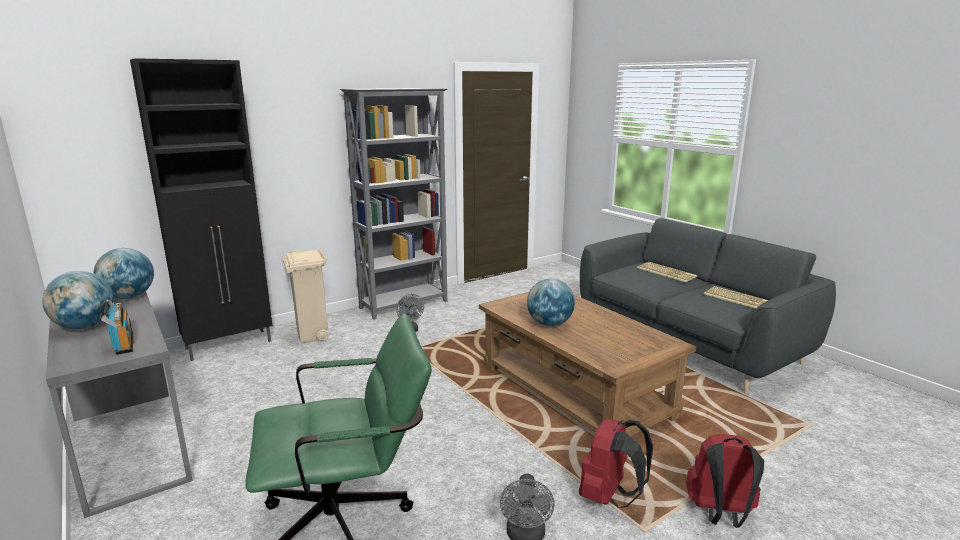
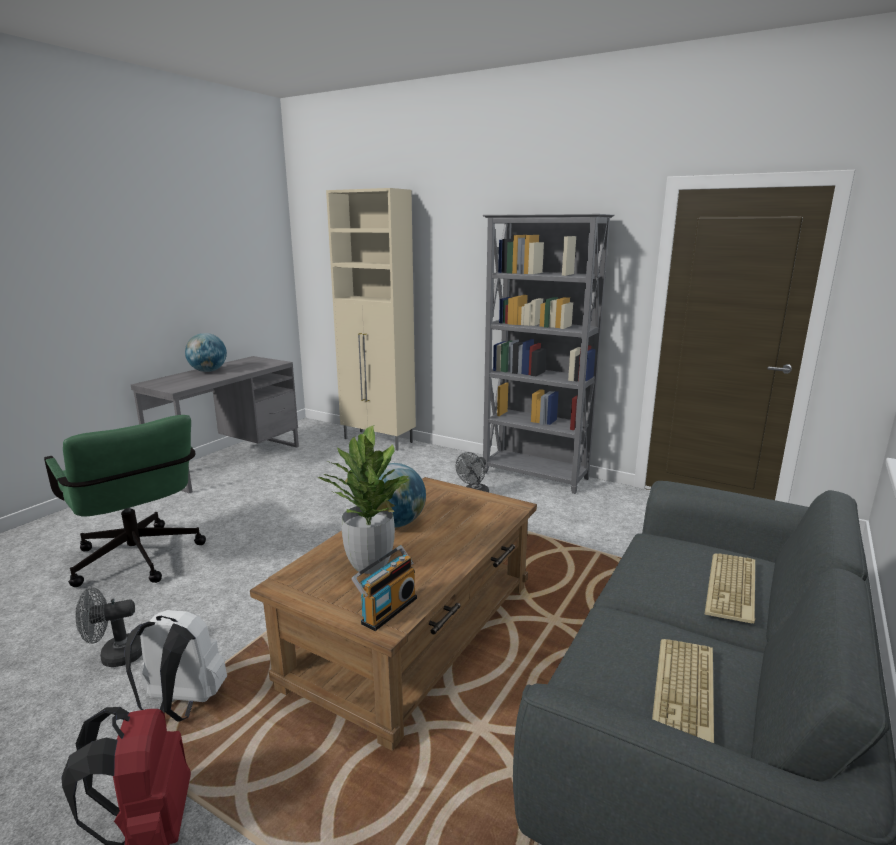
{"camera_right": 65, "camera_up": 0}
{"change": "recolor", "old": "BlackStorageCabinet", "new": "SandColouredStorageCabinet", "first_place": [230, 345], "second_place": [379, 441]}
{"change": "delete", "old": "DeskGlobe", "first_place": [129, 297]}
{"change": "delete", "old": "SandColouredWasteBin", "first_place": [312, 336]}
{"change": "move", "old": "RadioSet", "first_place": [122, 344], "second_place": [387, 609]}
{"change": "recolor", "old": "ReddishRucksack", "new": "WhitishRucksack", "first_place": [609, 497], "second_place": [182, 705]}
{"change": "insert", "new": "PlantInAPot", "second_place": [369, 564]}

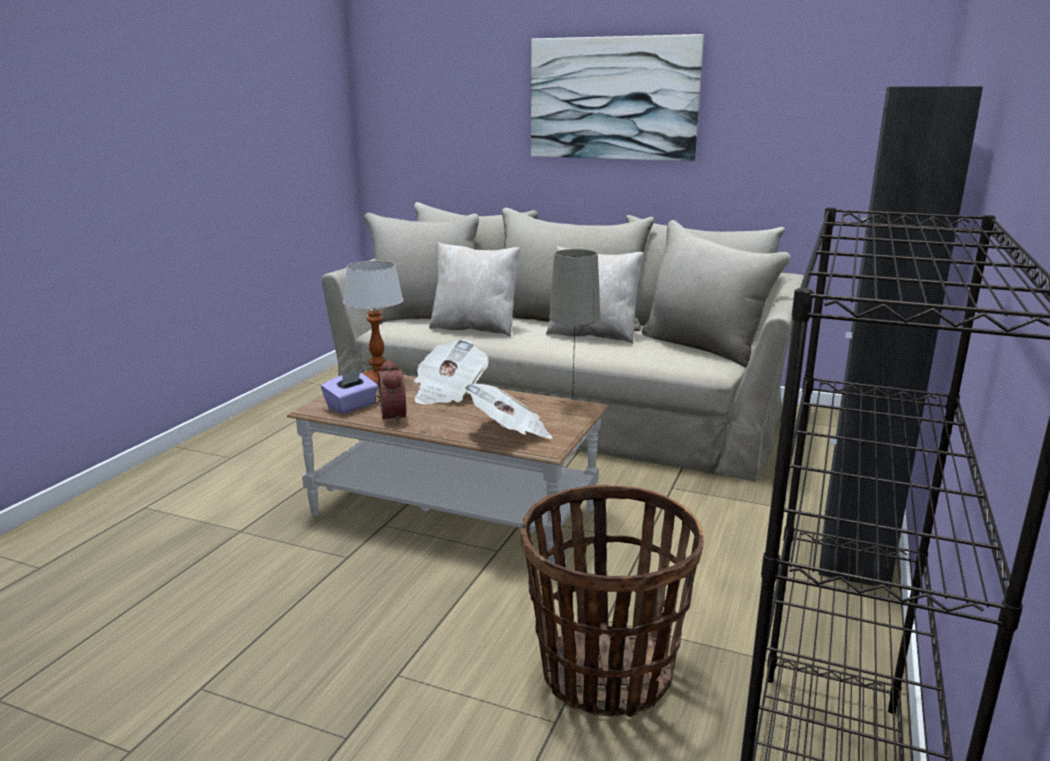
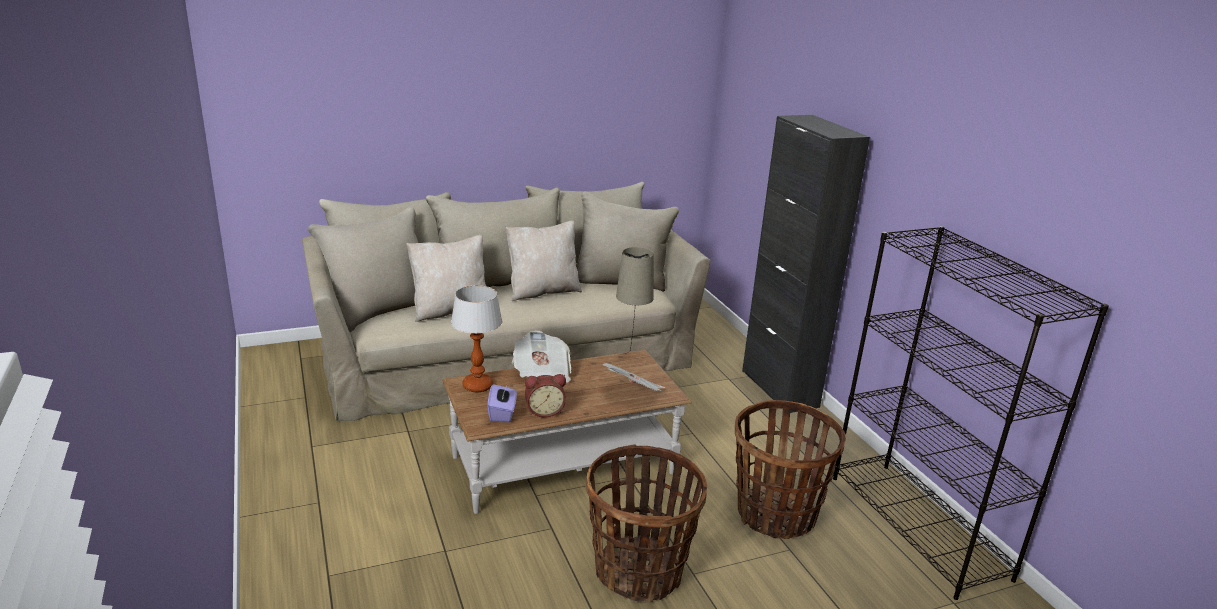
{"camera_right": -45, "camera_up": 5}
{"change": "delete", "old": "Picture", "first_place": [613, 98]}
{"change": "rotate", "old": "TableClock", "first_place": [390, 417], "second_place": [544, 411], "degrees": 135}
{"change": "insert", "new": "Basket", "second_place": [639, 571]}

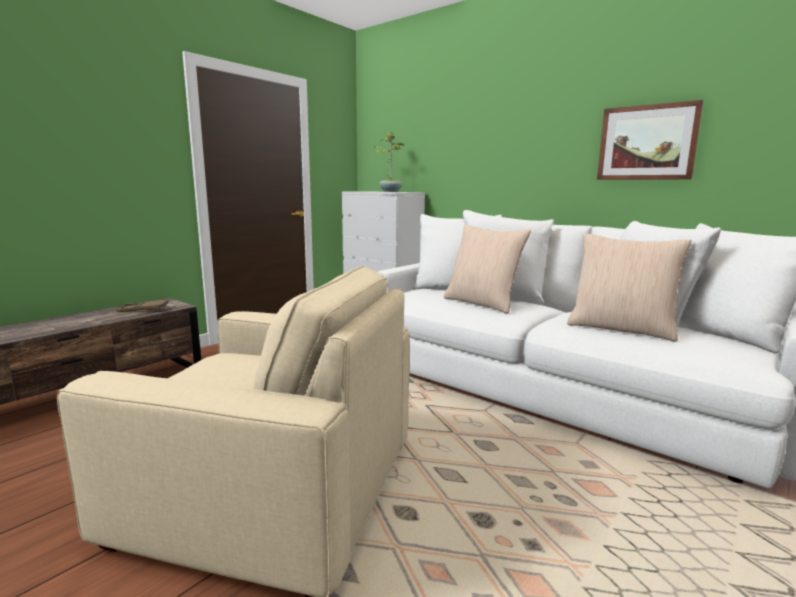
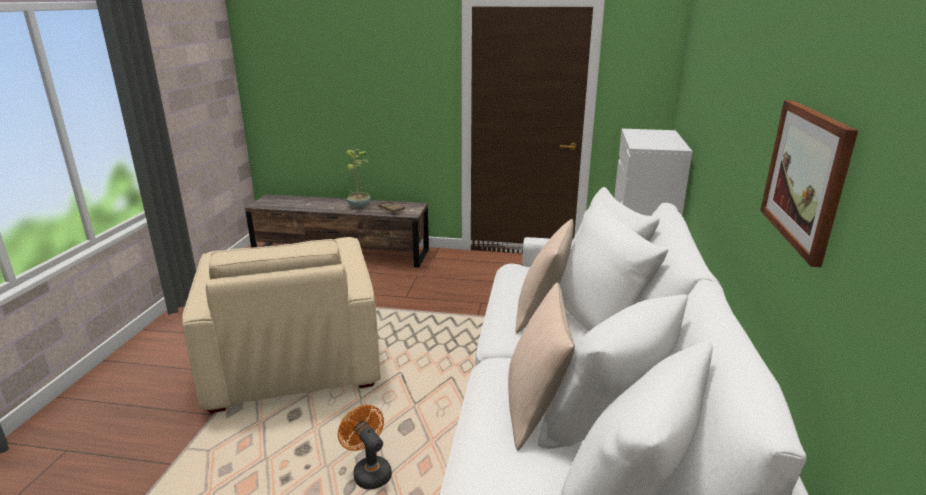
{"camera_right": 60, "camera_up": 10}
{"change": "move", "old": "PlantInAPot", "first_place": [390, 191], "second_place": [360, 206]}
{"change": "insert", "new": "OrangeColouredCoolingFan", "second_place": [369, 471]}

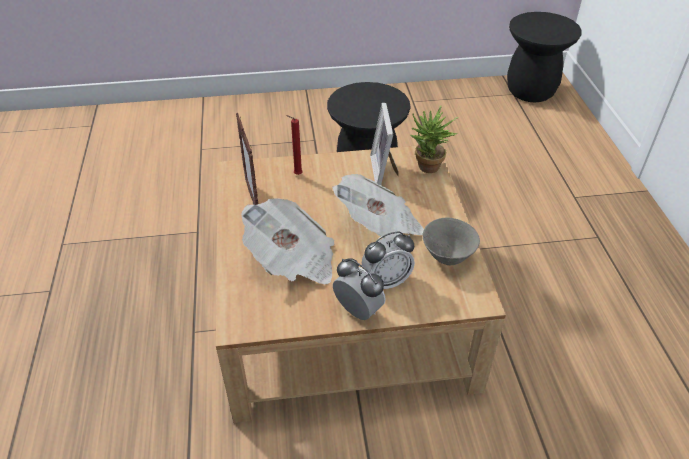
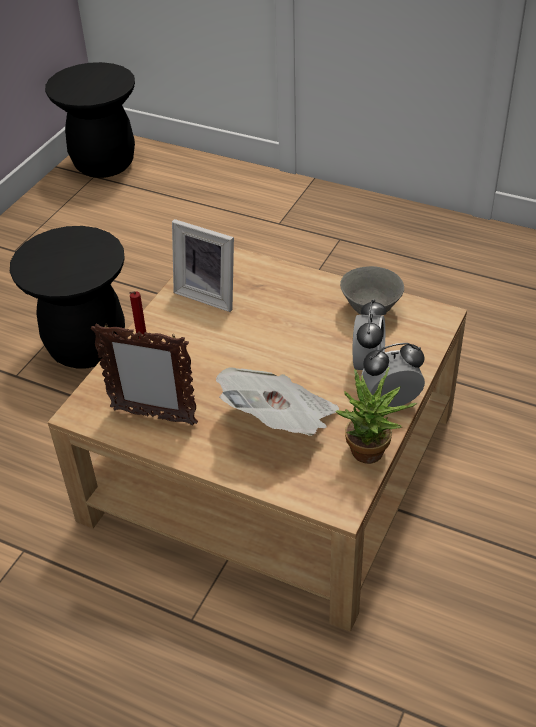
{"camera_right": -55, "camera_up": 0}
{"change": "move", "old": "PlantInAPot", "first_place": [427, 169], "second_place": [371, 456]}
{"change": "delete", "old": "PrintedPaper", "first_place": [379, 226]}

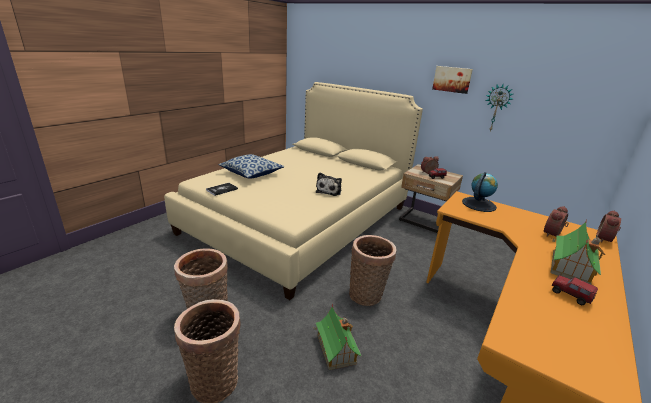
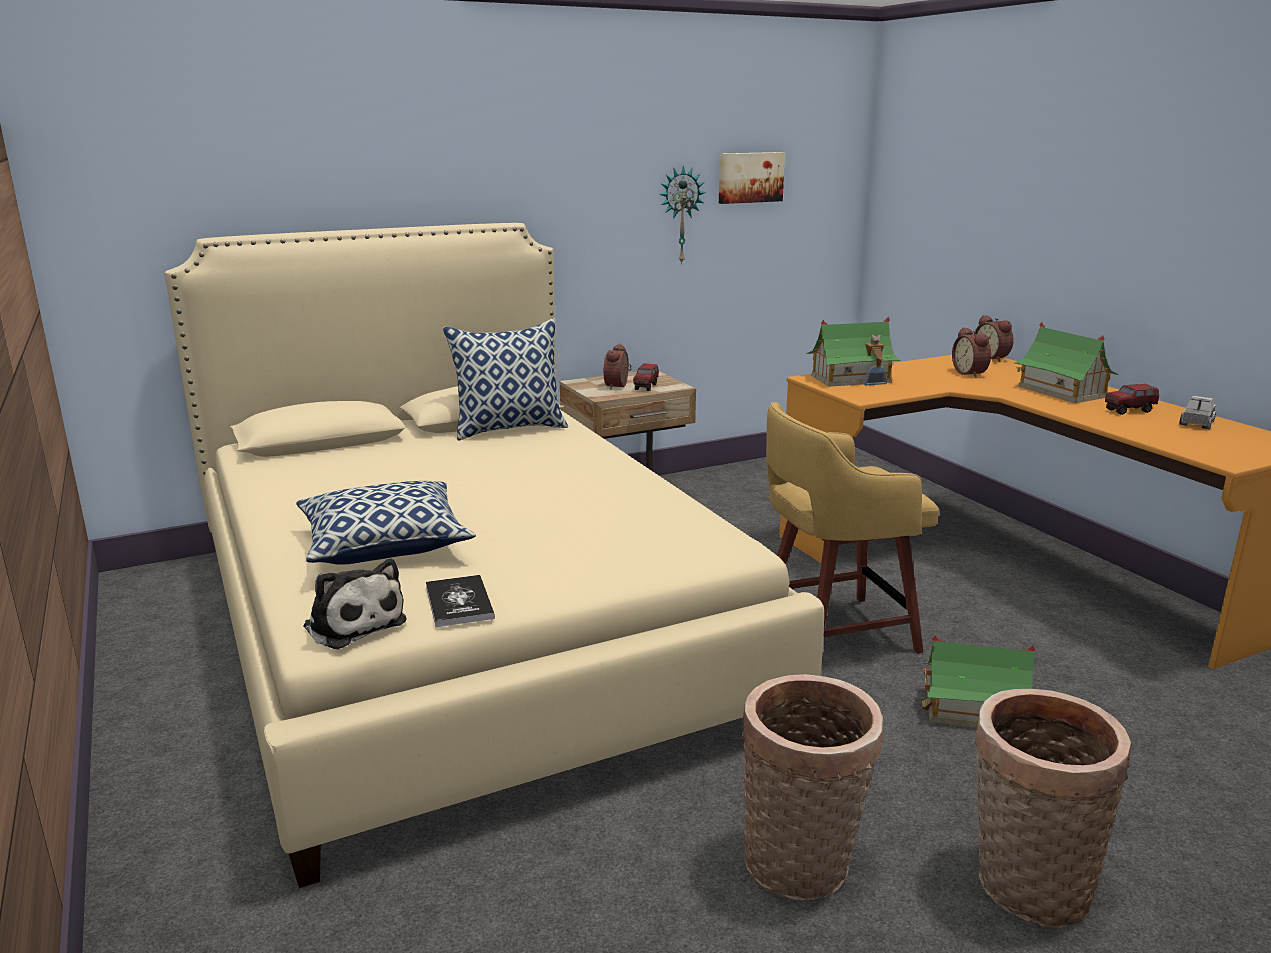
{"camera_right": -60, "camera_up": -5}
{"change": "move", "old": "Picture", "first_place": [452, 79], "second_place": [750, 177]}
{"change": "replace", "old": "DeskGlobe", "new": "MiniatureHouse", "first_place": [478, 204], "second_place": [851, 379]}
{"change": "move", "old": "PlushToy", "first_place": [329, 191], "second_place": [353, 623]}
{"change": "replace", "old": "Basket", "new": "YellowStool", "first_place": [367, 294], "second_place": [832, 633]}
{"change": "insert", "new": "Pillow", "second_place": [509, 429]}
{"change": "insert", "new": "ToyLorry", "second_place": [1196, 423]}

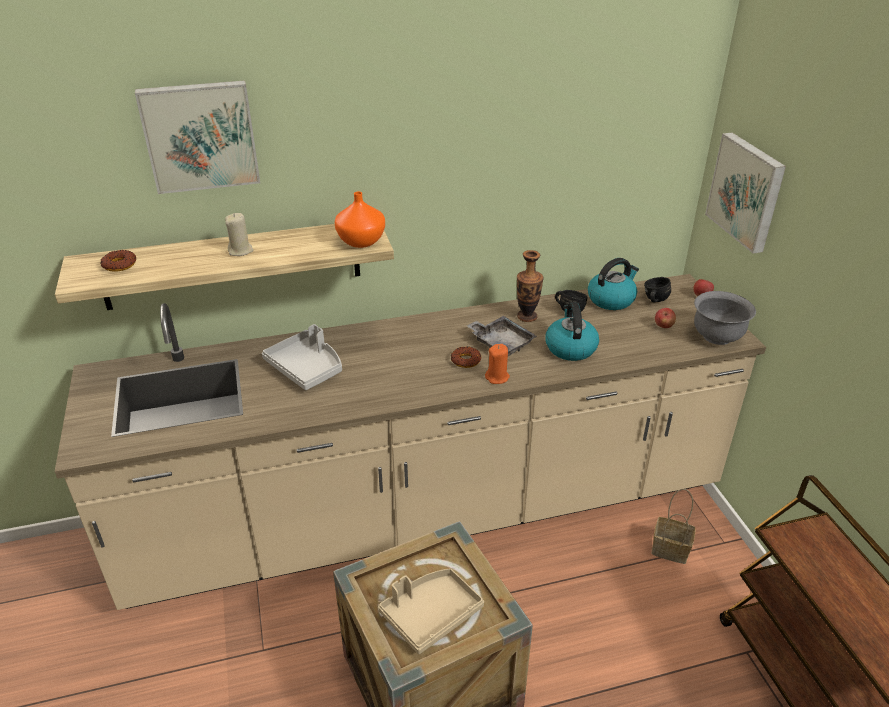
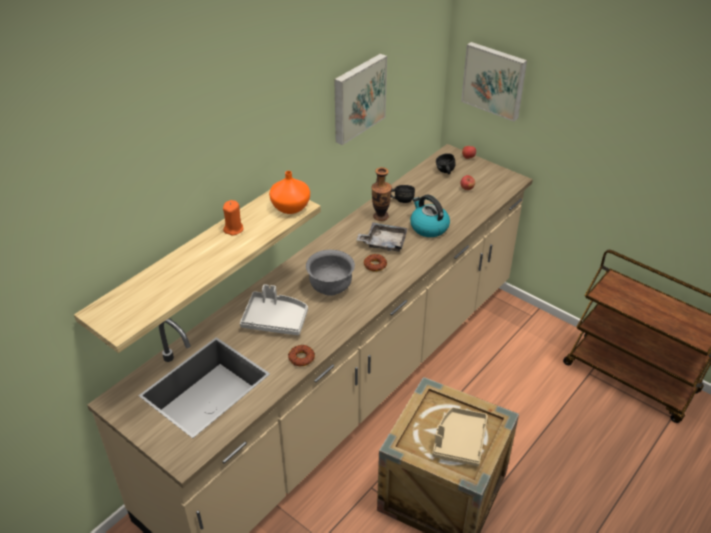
{"camera_right": -35, "camera_up": 5}
{"change": "move", "old": "Picture", "first_place": [200, 136], "second_place": [357, 98]}
{"change": "delete", "old": "SandColouredWaxLight", "first_place": [240, 251]}
{"change": "move", "old": "Donut", "first_place": [119, 265], "second_place": [301, 358]}
{"change": "delete", "old": "TeaKettle", "first_place": [611, 299]}
{"change": "move", "old": "GrayBowl", "first_place": [717, 337], "second_place": [331, 287]}
{"change": "move", "old": "OrangeColouredWaxLight", "first_place": [497, 377], "second_place": [233, 229]}
{"change": "delete", "old": "Basket", "first_place": [671, 549]}

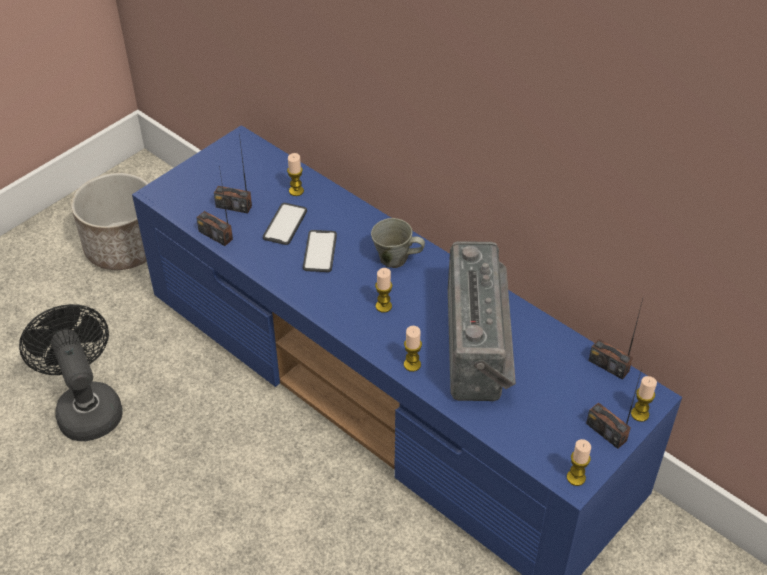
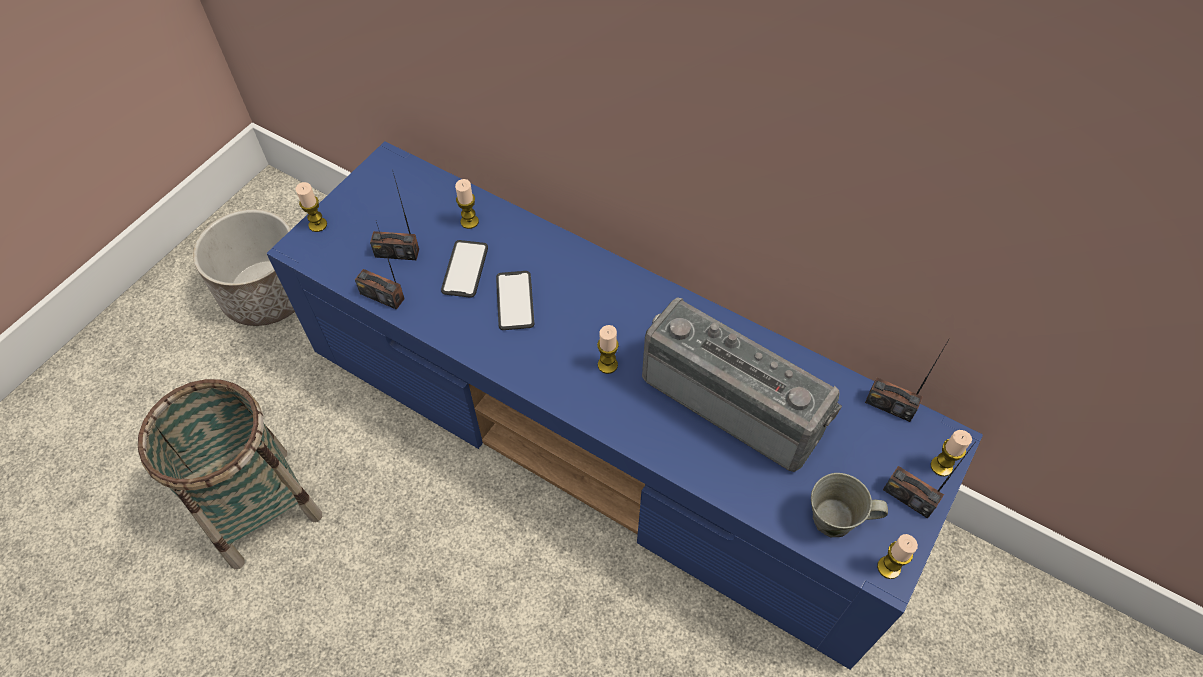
{"camera_right": -10, "camera_up": 10}
{"change": "move", "old": "GrayMug", "first_place": [395, 259], "second_place": [835, 520]}
{"change": "rotate", "old": "RadioSet", "first_place": [481, 344], "second_place": [735, 400], "degrees": -45}
{"change": "replace", "old": "BlackCoolingFan", "new": "Basket", "first_place": [86, 407], "second_place": [260, 507]}
{"change": "move", "old": "WaxLight", "first_place": [412, 364], "second_place": [318, 225]}

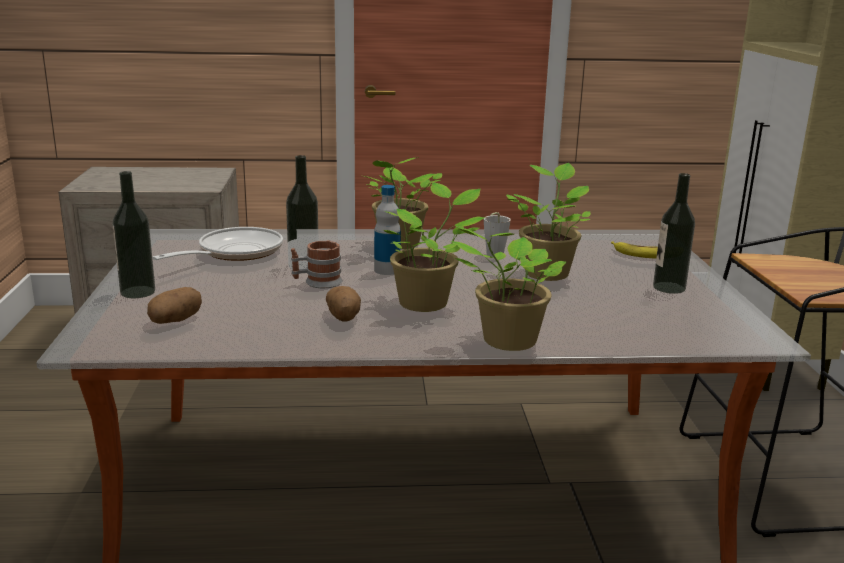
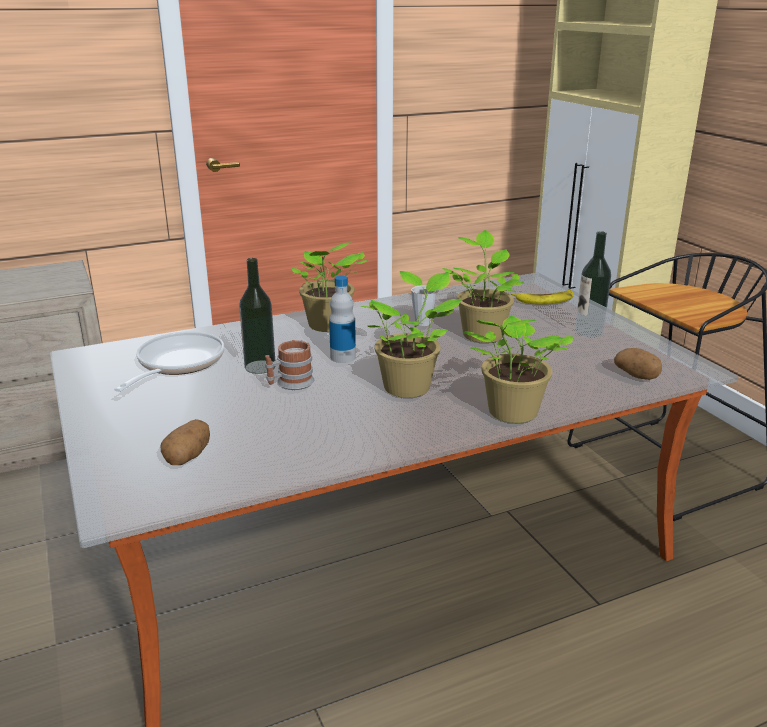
{"camera_right": -20, "camera_up": 5}
{"change": "delete", "old": "BeverageBottle", "first_place": [137, 292]}
{"change": "move", "old": "WholePotato", "first_place": [344, 318], "second_place": [637, 376]}

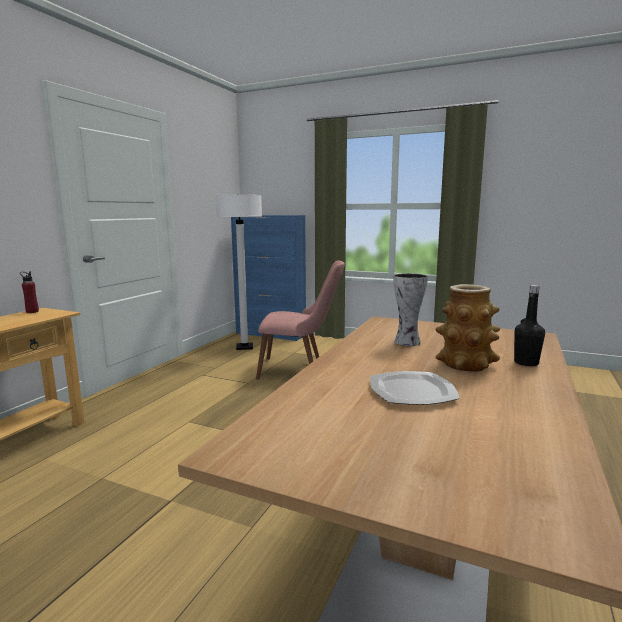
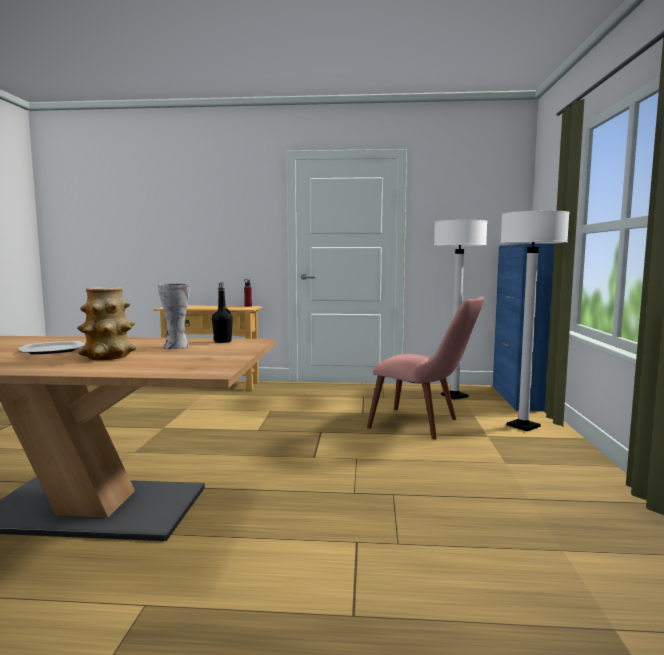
{"camera_right": 70, "camera_up": -5}
{"change": "rotate", "old": "PinkChair", "first_place": [300, 369], "second_place": [425, 425], "degrees": -45}
{"change": "move", "old": "BlackBeverageBottle", "first_place": [526, 363], "second_place": [223, 341]}
{"change": "insert", "new": "WhitishStandardLamp", "second_place": [523, 426]}

